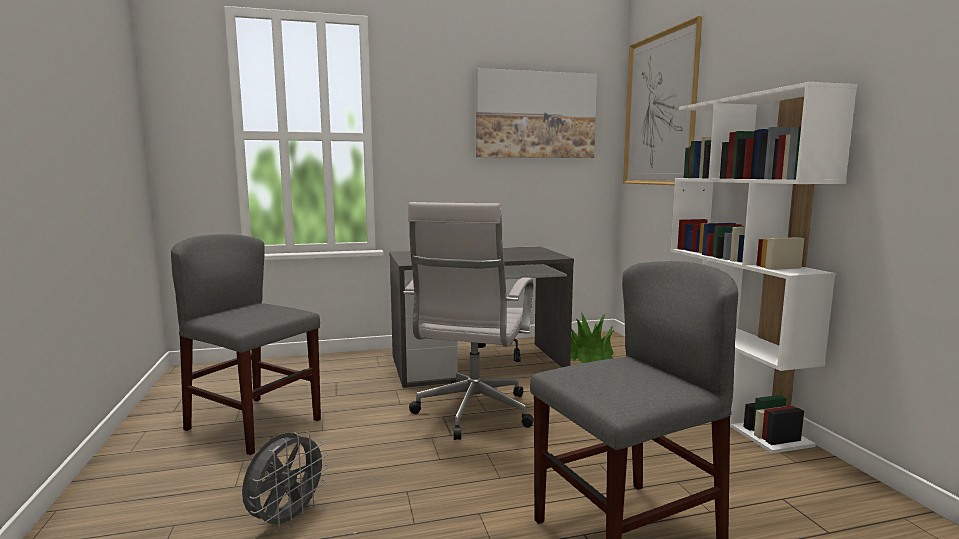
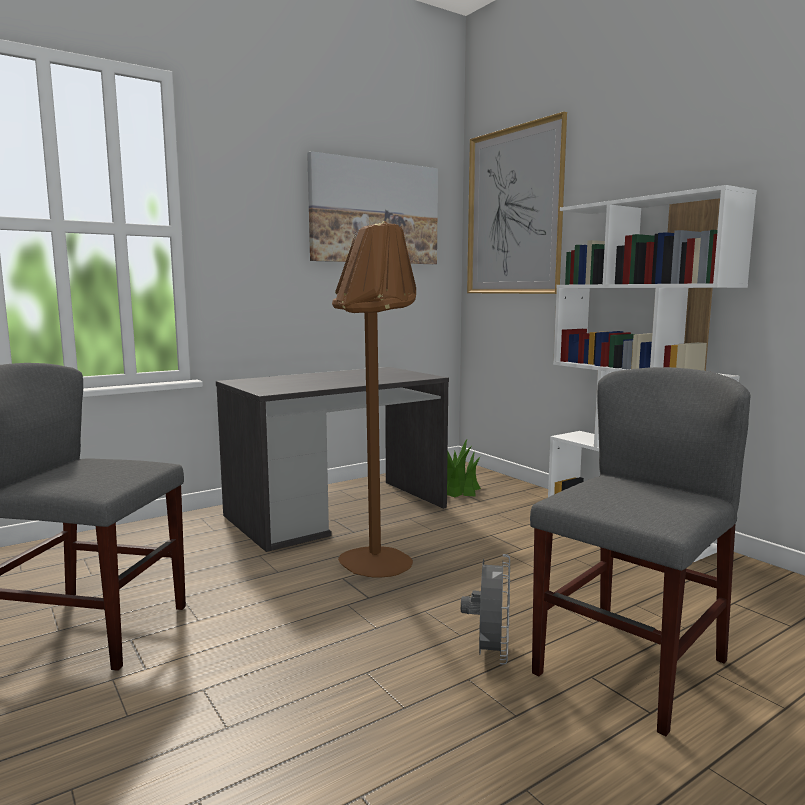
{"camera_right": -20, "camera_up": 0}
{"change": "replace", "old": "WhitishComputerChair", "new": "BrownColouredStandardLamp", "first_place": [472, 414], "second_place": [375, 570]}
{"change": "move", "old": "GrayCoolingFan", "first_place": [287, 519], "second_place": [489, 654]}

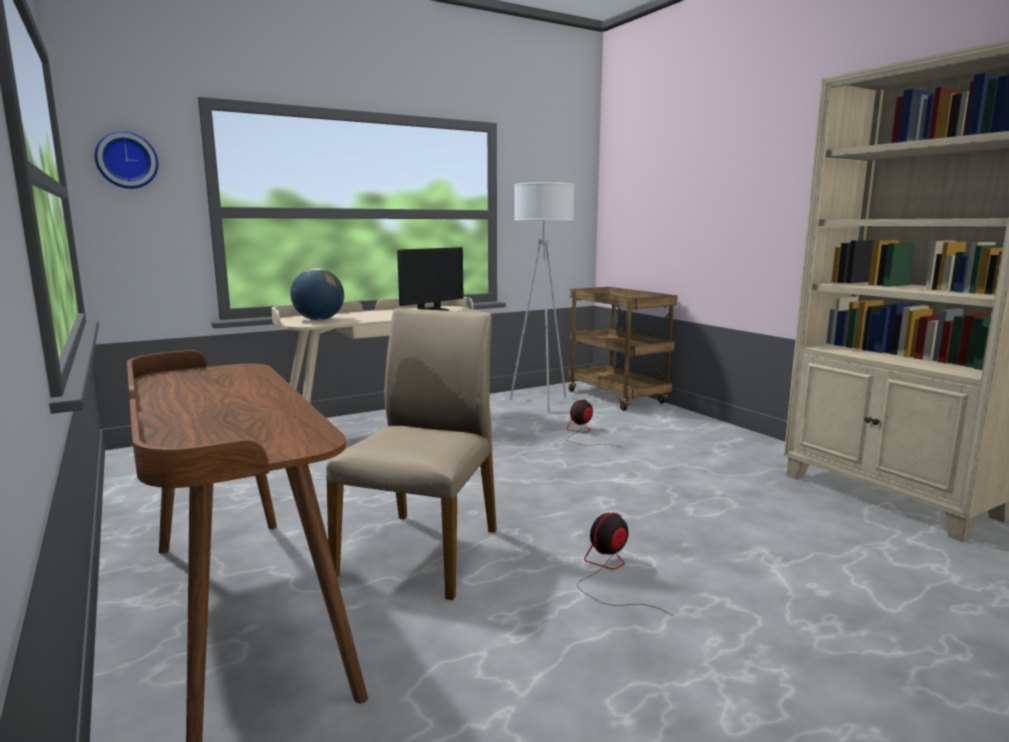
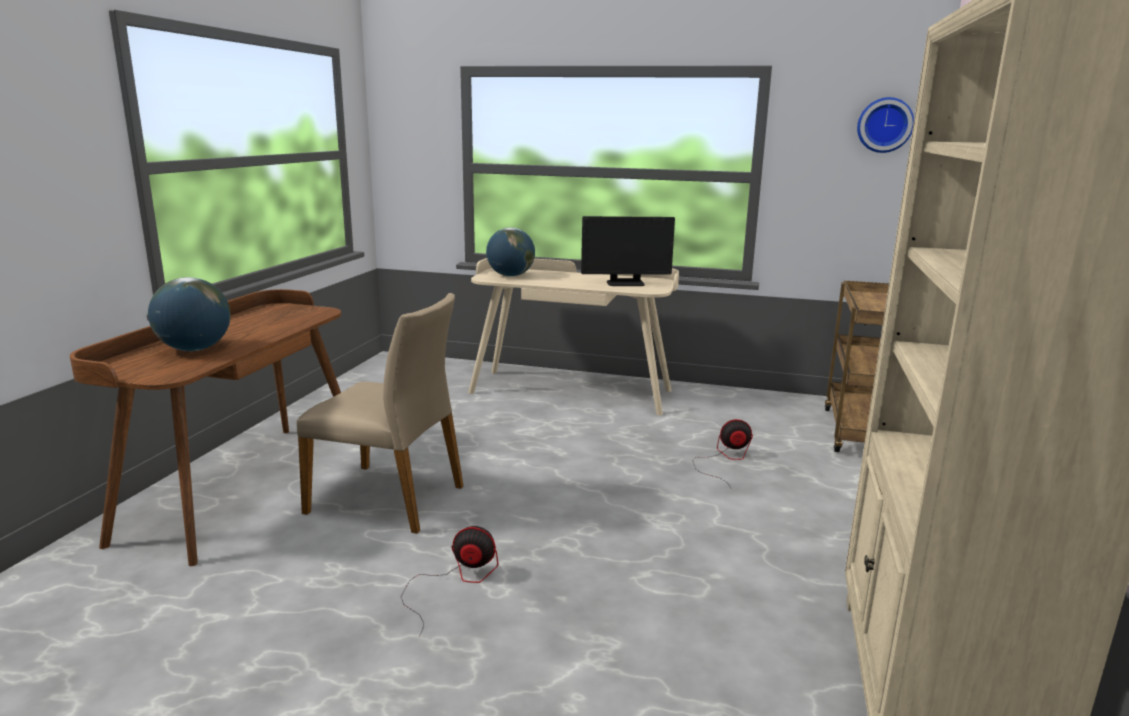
{"camera_right": 45, "camera_up": 5}
{"change": "move", "old": "HangingClock", "first_place": [127, 160], "second_place": [884, 125]}
{"change": "delete", "old": "WhitishStandardLamp", "first_place": [541, 403]}
{"change": "rotate", "old": "SandColouredChair", "first_place": [422, 551], "second_place": [389, 498], "degrees": 45}
{"change": "insert", "new": "DeskGlobe", "second_place": [195, 349]}

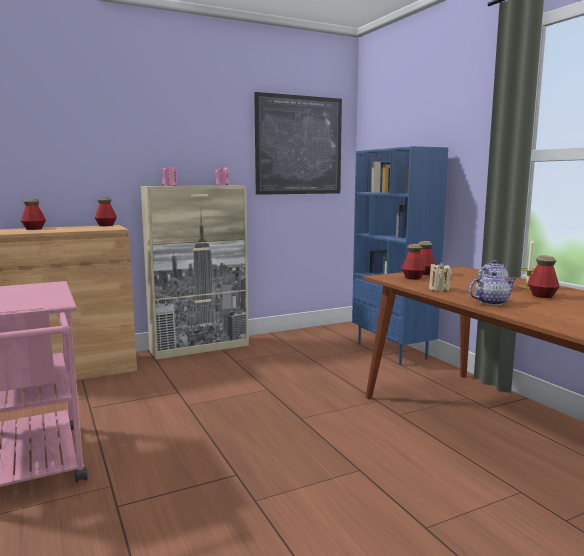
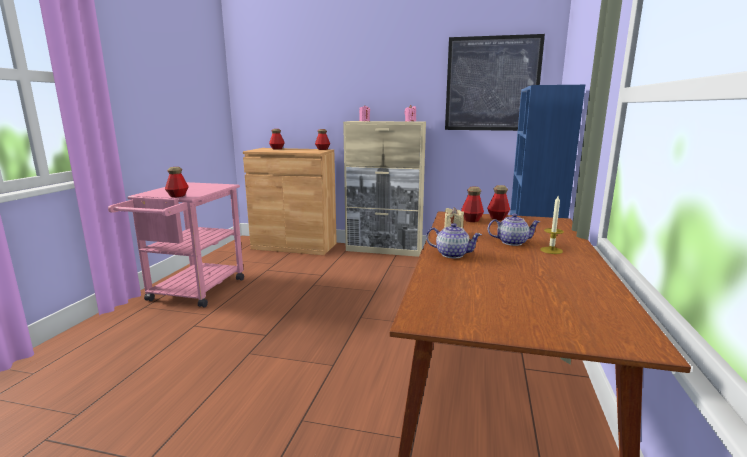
{"camera_right": 40, "camera_up": 5}
{"change": "move", "old": "BeverageBottle", "first_place": [542, 296], "second_place": [177, 196]}

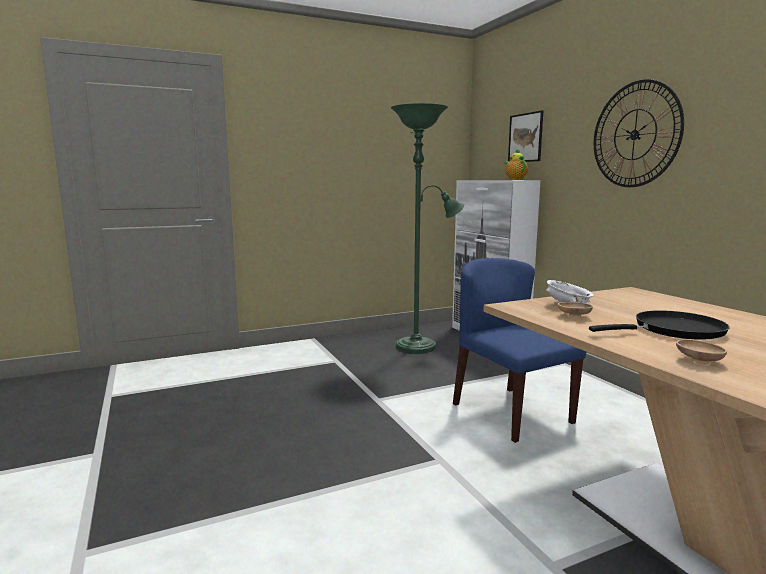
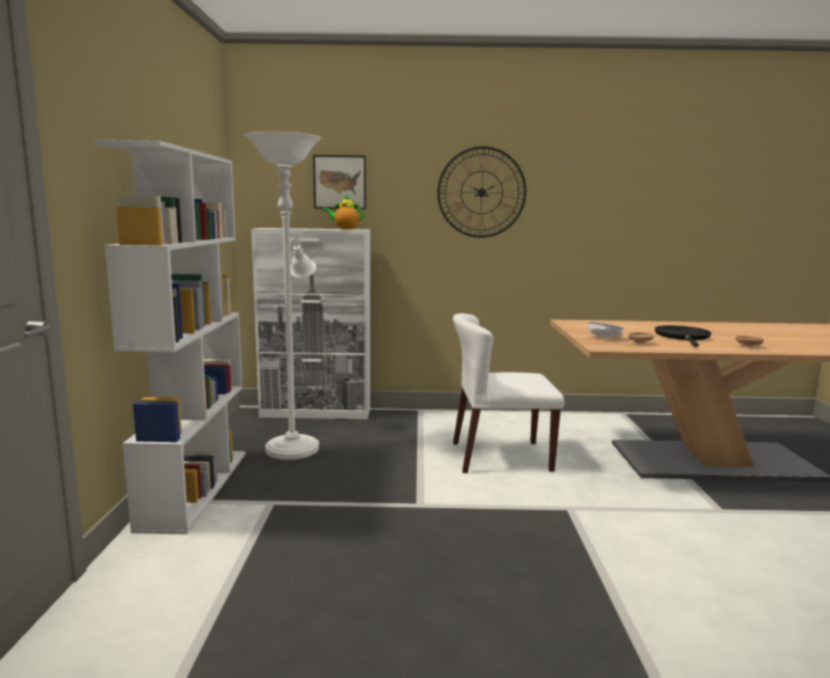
{"camera_right": -65, "camera_up": 0}
{"change": "recolor", "old": "GreenishStandardLamp", "new": "WhitishStandardLamp", "first_place": [421, 346], "second_place": [294, 446]}
{"change": "recolor", "old": "BluishChair", "new": "WhitishChair", "first_place": [510, 412], "second_place": [500, 457]}
{"change": "insert", "new": "WhitishShelvingUnit", "second_place": [195, 487]}

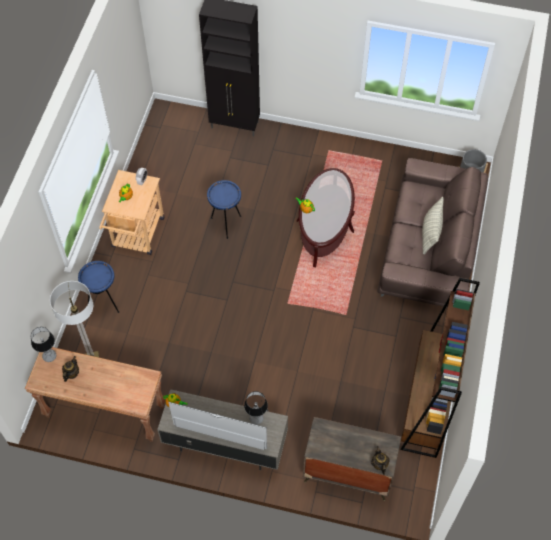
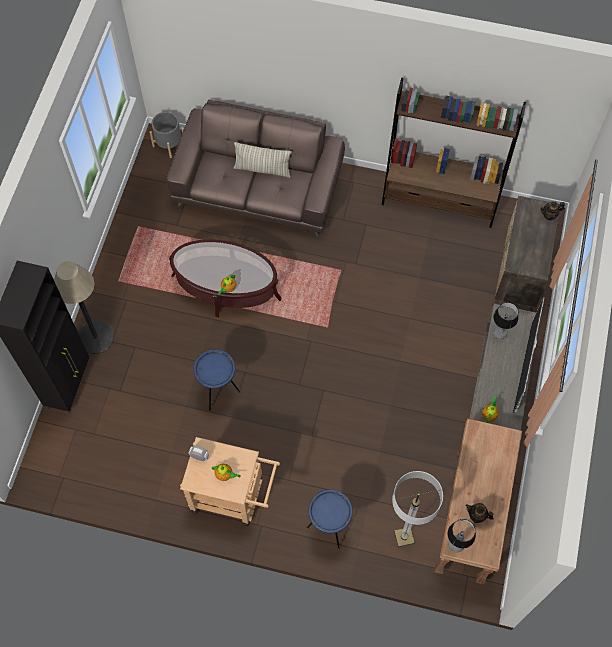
{"camera_right": -90, "camera_up": 5}
{"change": "insert", "new": "StandardLamp", "second_place": [96, 337]}

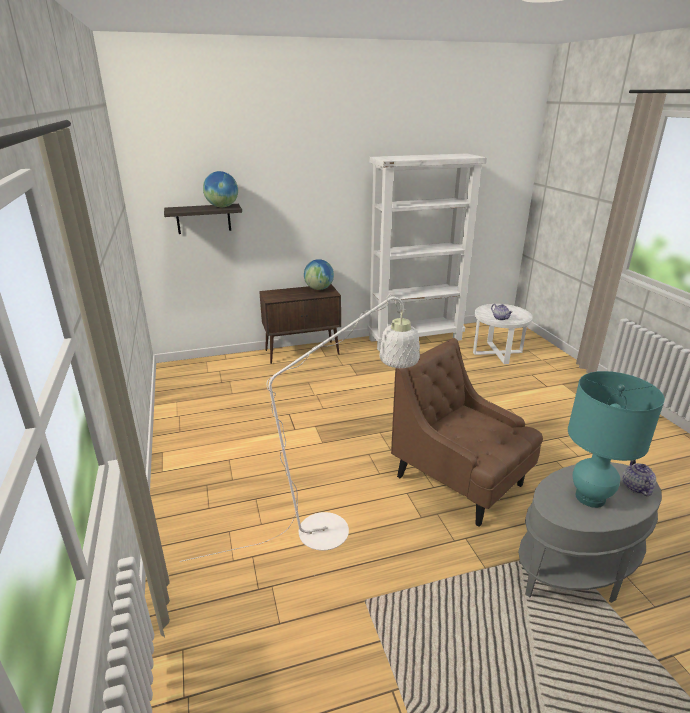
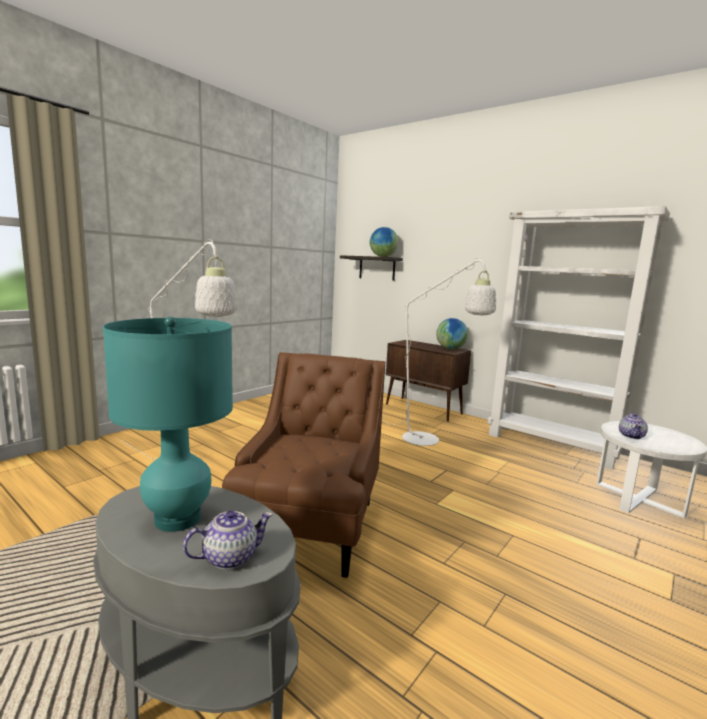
{"camera_right": 55, "camera_up": -15}
{"change": "insert", "new": "WhitishStandardLamp", "second_place": [428, 441]}

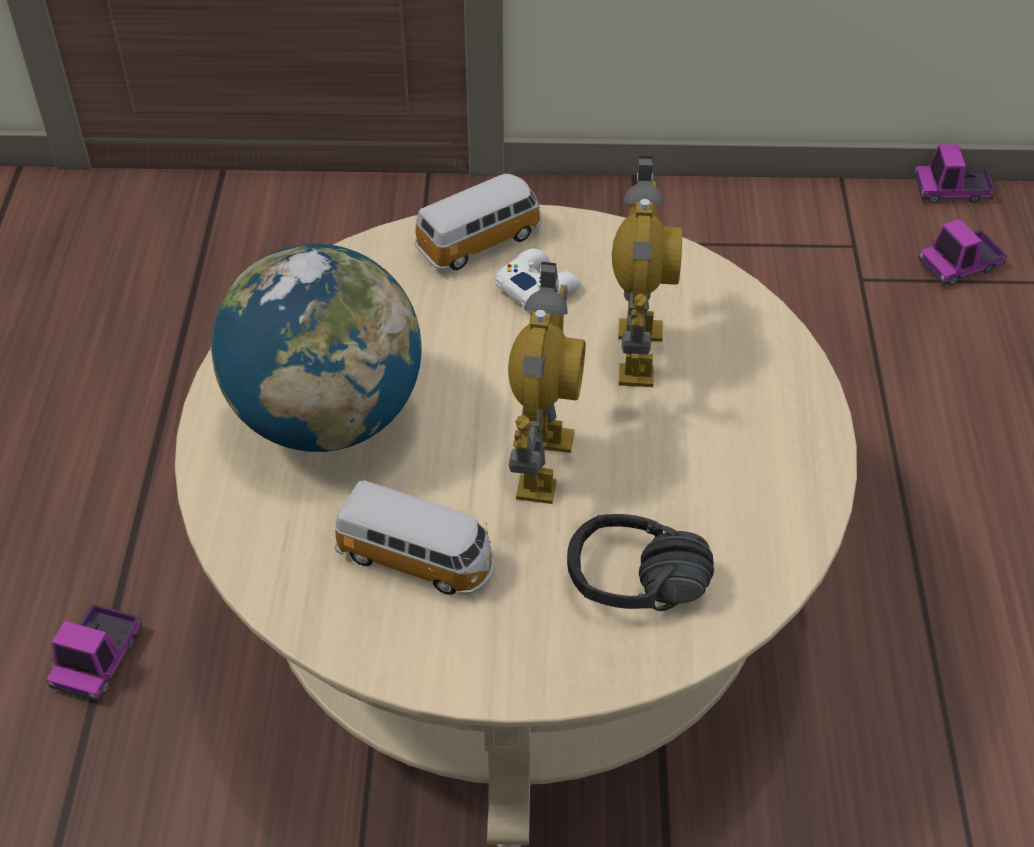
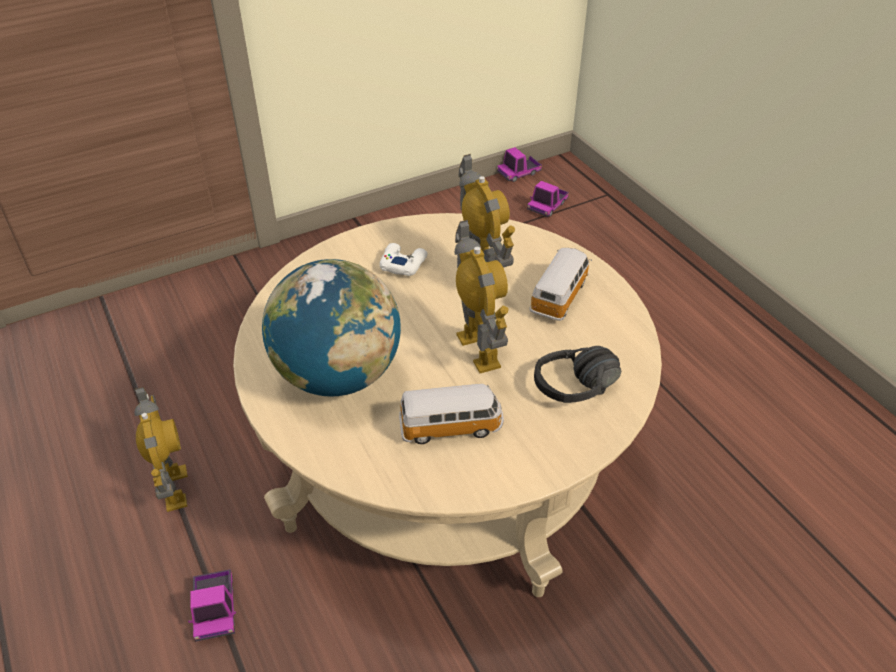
{"camera_right": -30, "camera_up": -5}
{"change": "move", "old": "ModelCar", "first_place": [481, 241], "second_place": [560, 295]}
{"change": "insert", "new": "ModelRobot", "second_place": [174, 488]}

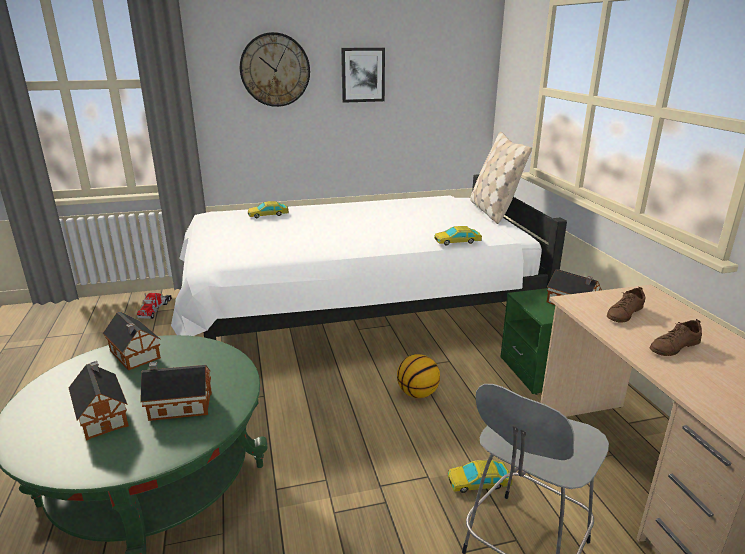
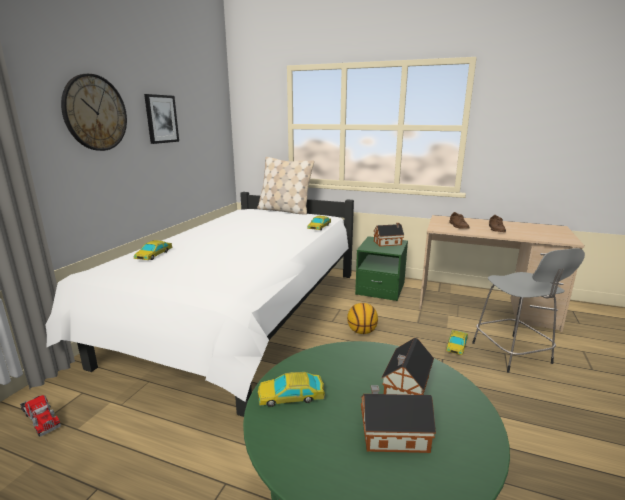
{"camera_right": -55, "camera_up": -5}
{"change": "replace", "old": "MiniatureHouse", "new": "ModelCar", "first_place": [135, 355], "second_place": [291, 396]}

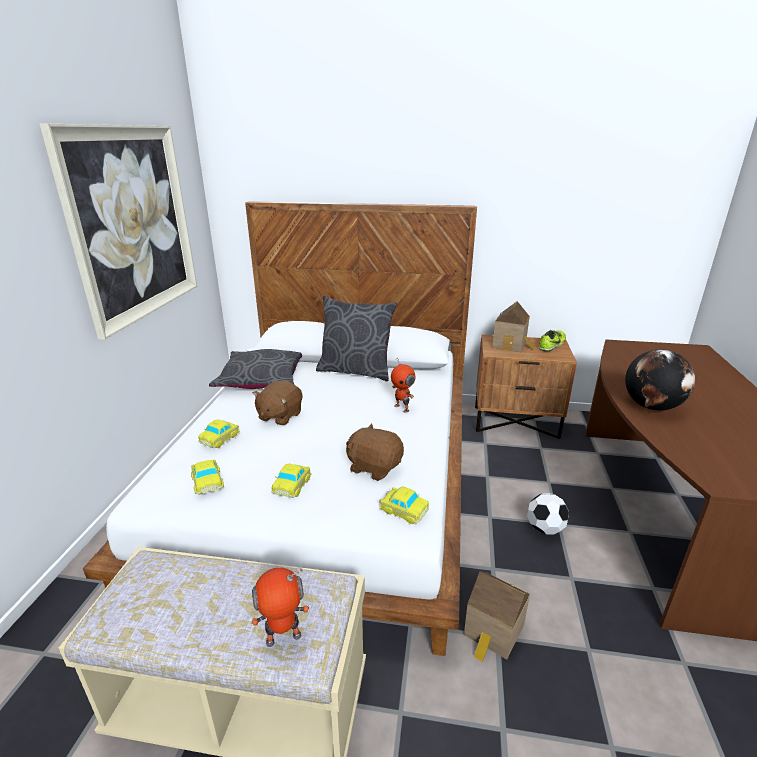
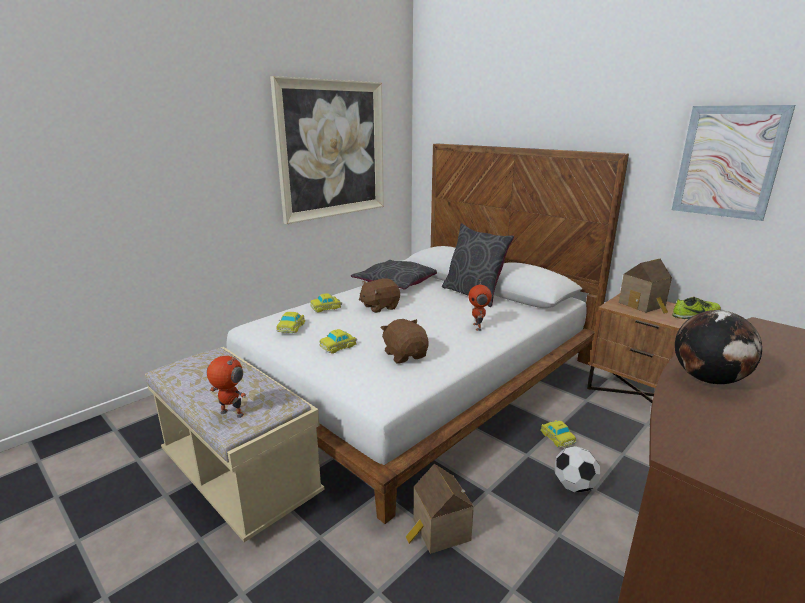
{"camera_right": 35, "camera_up": -5}
{"change": "move", "old": "ModelCar", "first_place": [403, 509], "second_place": [557, 437]}
{"change": "insert", "new": "Picture", "second_place": [728, 162]}

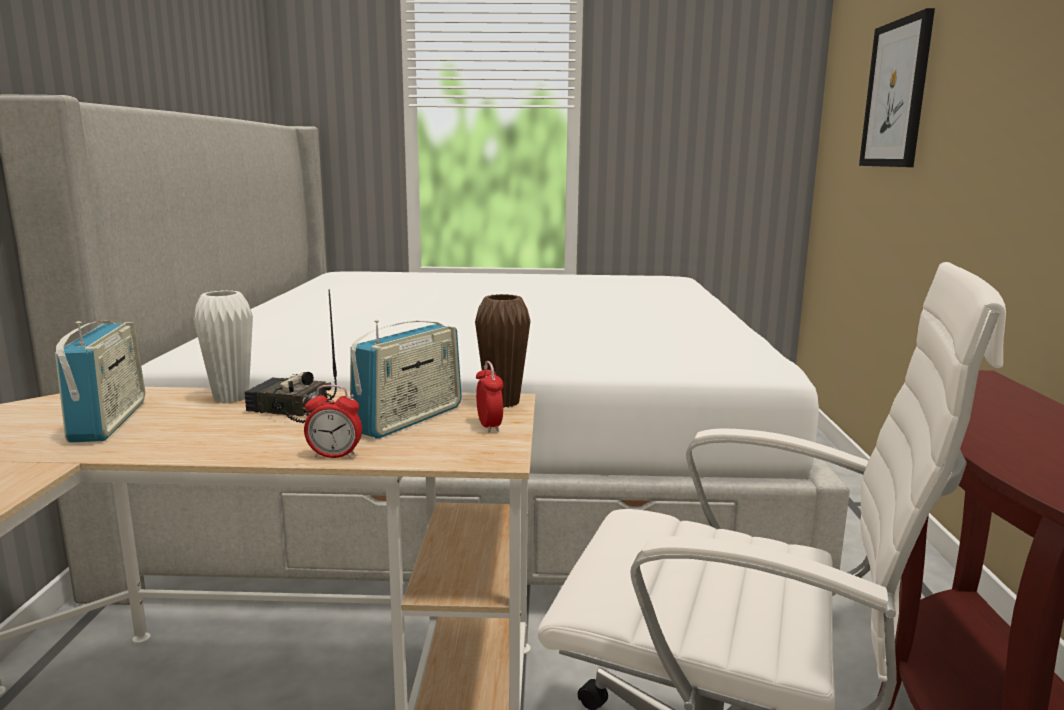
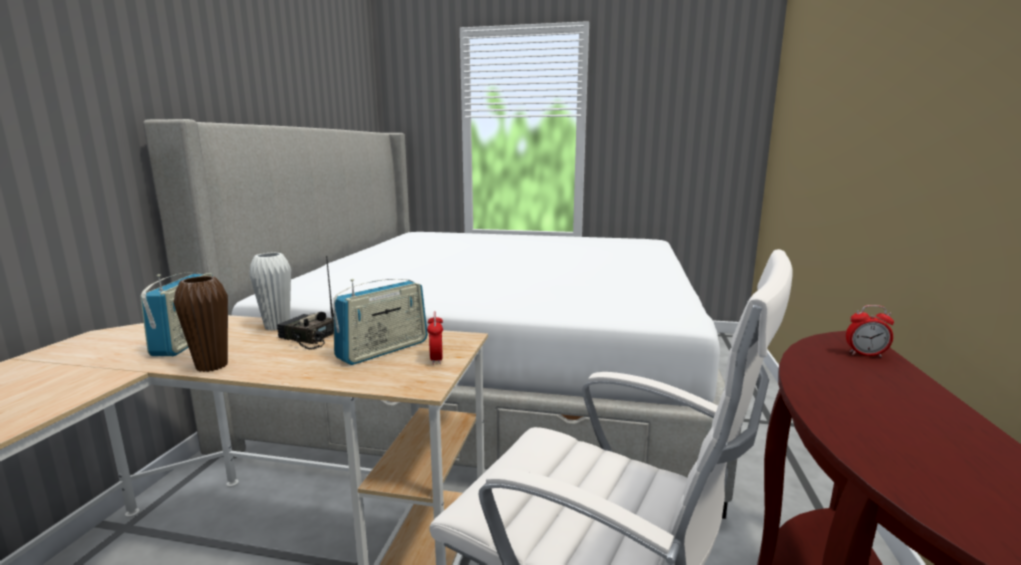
{"camera_right": 10, "camera_up": 0}
{"change": "delete", "old": "Picture", "first_place": [896, 94]}
{"change": "move", "old": "BrownColouredDecorativeVase", "first_place": [502, 402], "second_place": [212, 366]}
{"change": "move", "old": "TableClock", "first_place": [335, 456], "second_place": [865, 354]}

